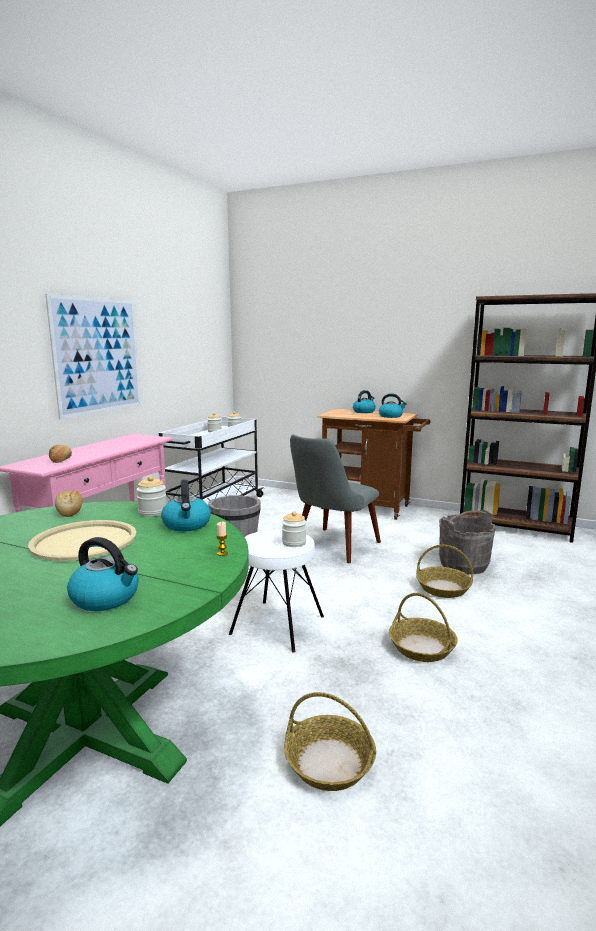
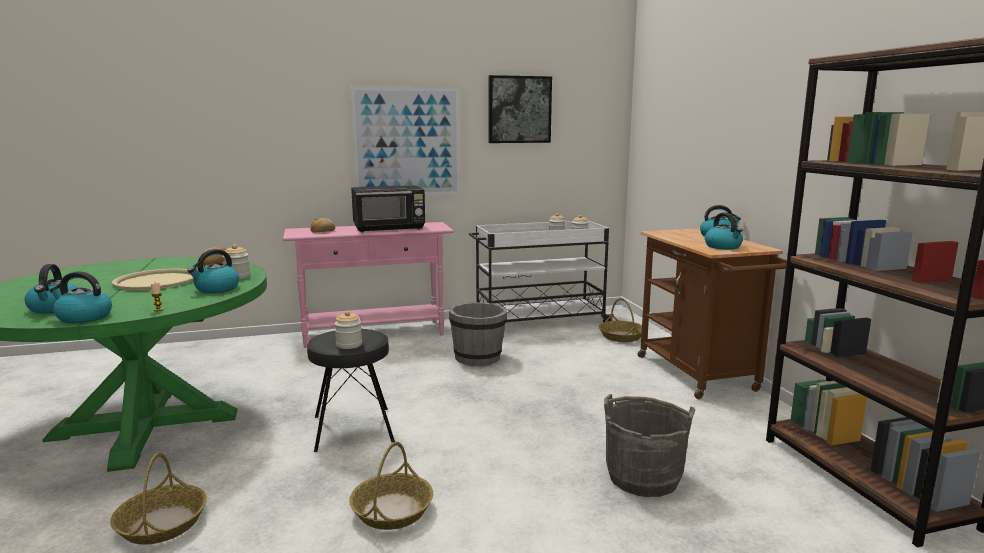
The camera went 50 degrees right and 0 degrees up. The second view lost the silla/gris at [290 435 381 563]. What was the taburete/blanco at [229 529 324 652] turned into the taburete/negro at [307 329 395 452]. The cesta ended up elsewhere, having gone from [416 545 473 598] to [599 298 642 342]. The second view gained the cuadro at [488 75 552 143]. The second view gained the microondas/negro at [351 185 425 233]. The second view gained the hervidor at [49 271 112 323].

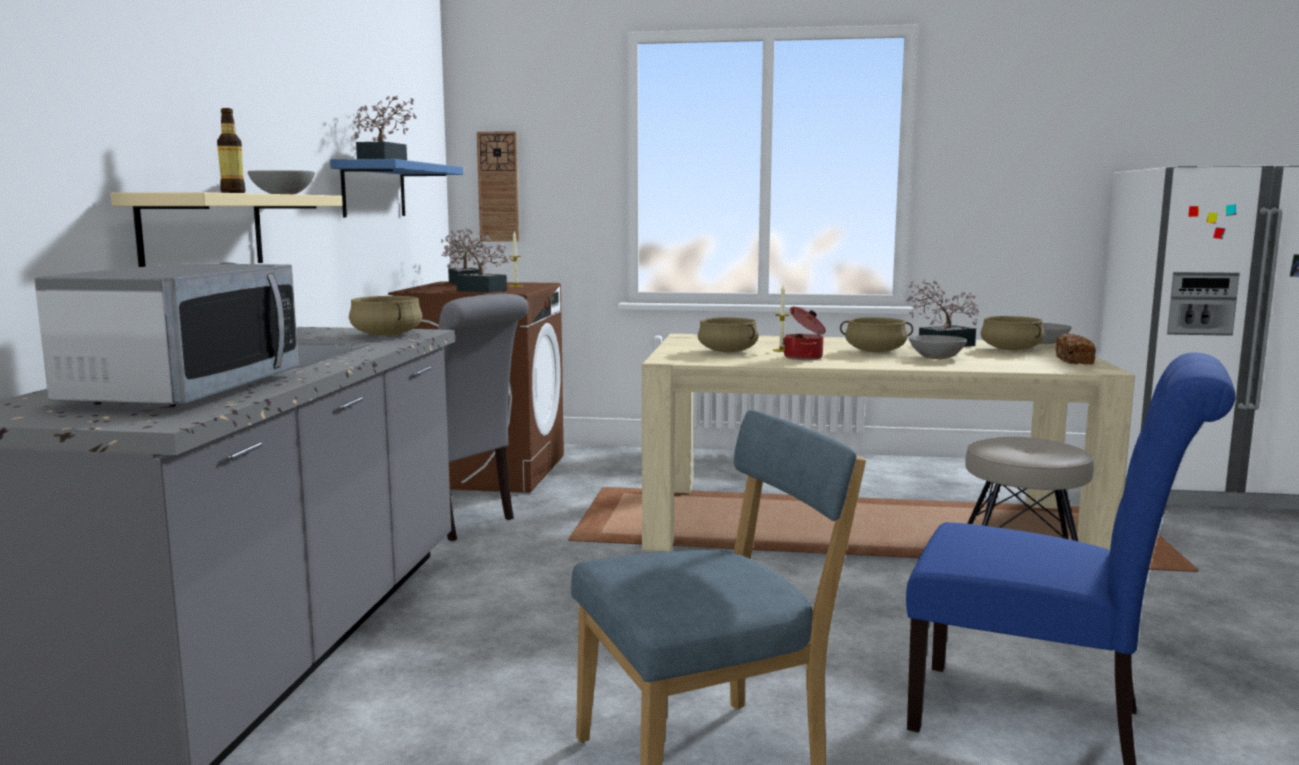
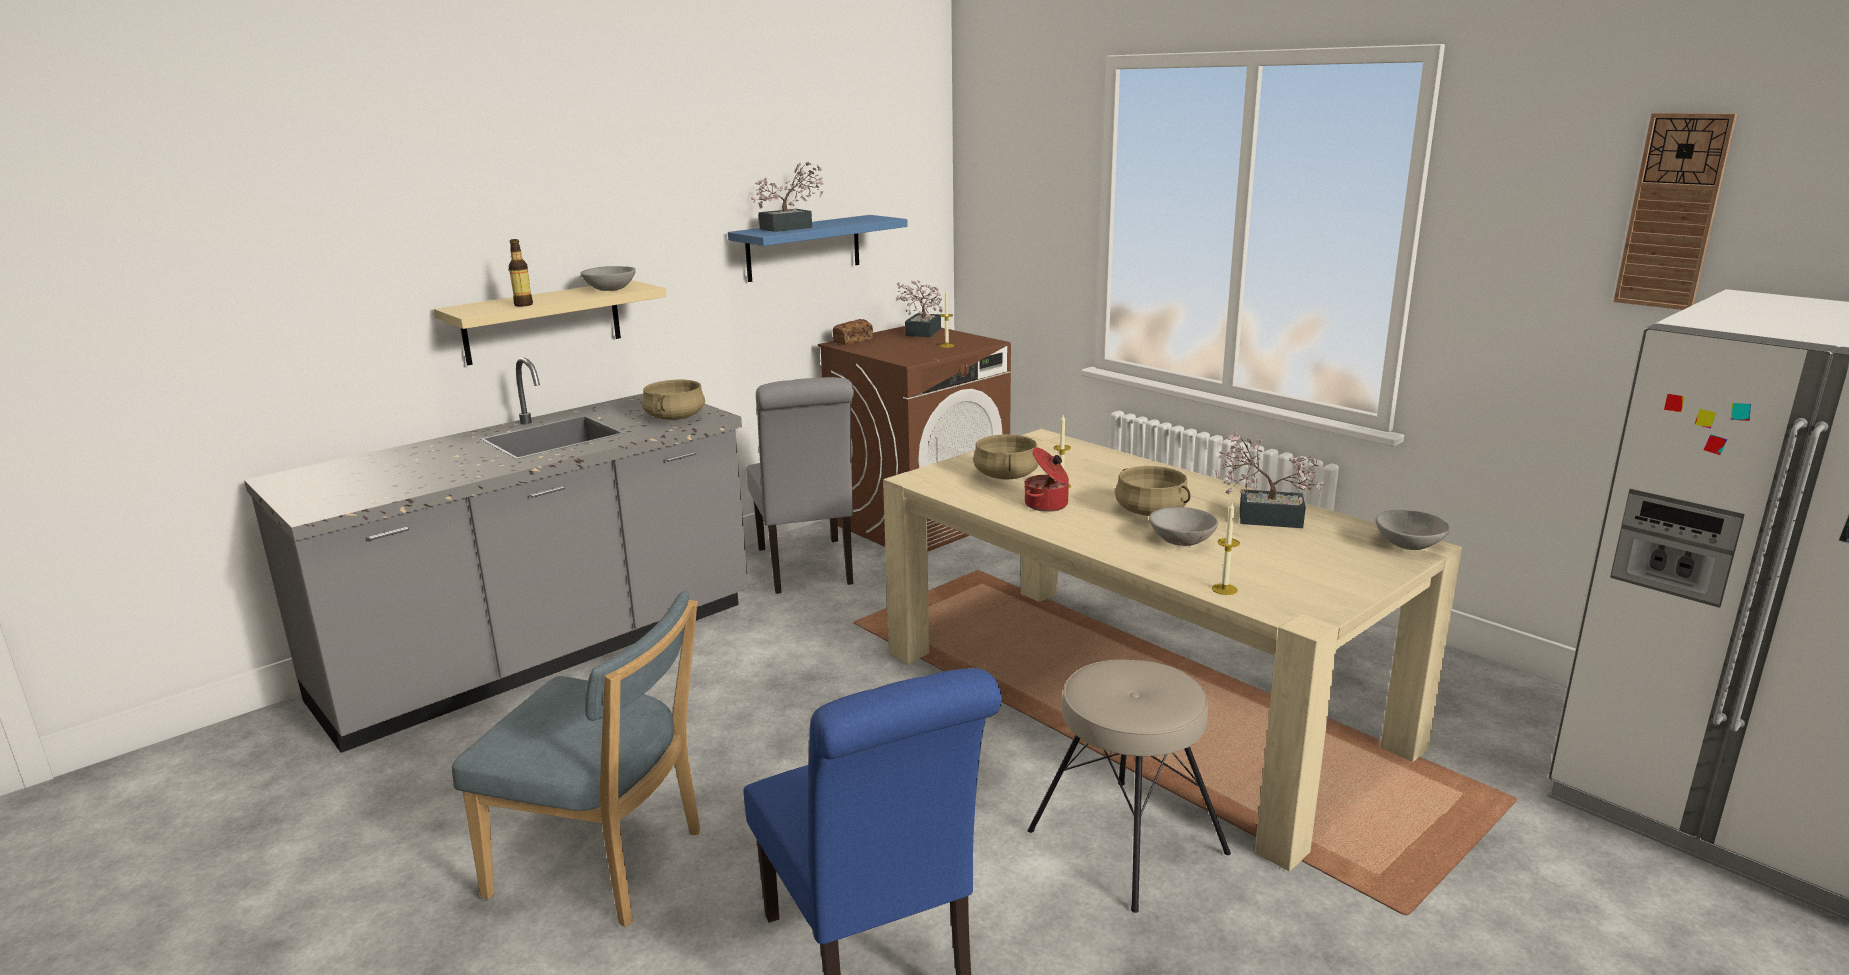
The camera went 40 degrees right and 10 degrees up. The reloj de pared ended up elsewhere, having gone from [477 131 519 242] to [1613 113 1737 310]. The second view lost the planta en maceta at [441 229 515 293]. The second view lost the microondas at [34 264 299 407]. The second view lost the olla/beis at [980 316 1044 350]. The pan ended up elsewhere, having gone from [1056 334 1096 365] to [833 319 873 345]. The second view gained the vela at [1212 503 1240 595].

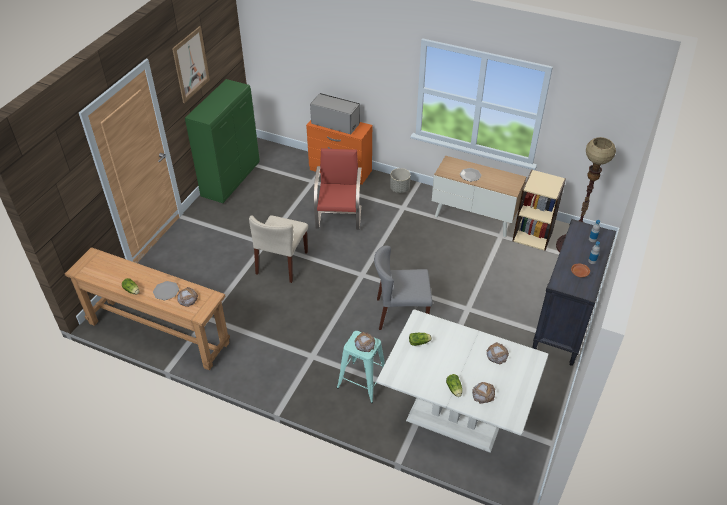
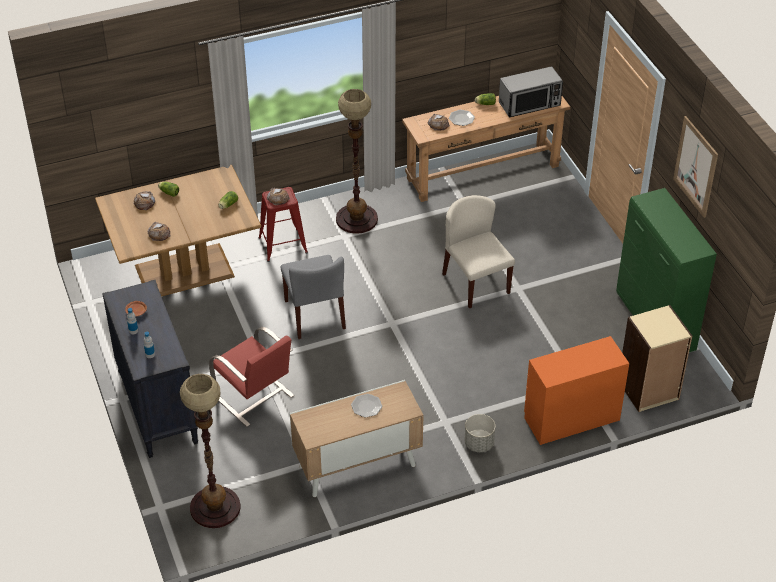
The camera went 135 degrees right and 0 degrees up. The microondas ended up elsewhere, having gone from [310 93 360 134] to [499 66 563 117]. The silla/rojo ended up elsewhere, having gone from [314 148 361 230] to [209 327 295 427]. The estantería/beis ended up elsewhere, having gone from [512 170 566 251] to [622 305 692 412]. The silla/gris at [374 245 432 330] ended up facing another way, 120 degrees clockwise from before. What was the mesa de comedor/blanco at [376 309 548 453] turned into the mesa de comedor/marrón at [95 165 261 297]. What was the taburete/turquesa at [337 331 385 403] turned into the taburete/rojo at [259 187 308 262]. The second view gained the lámpara de pie at [336 89 378 234].

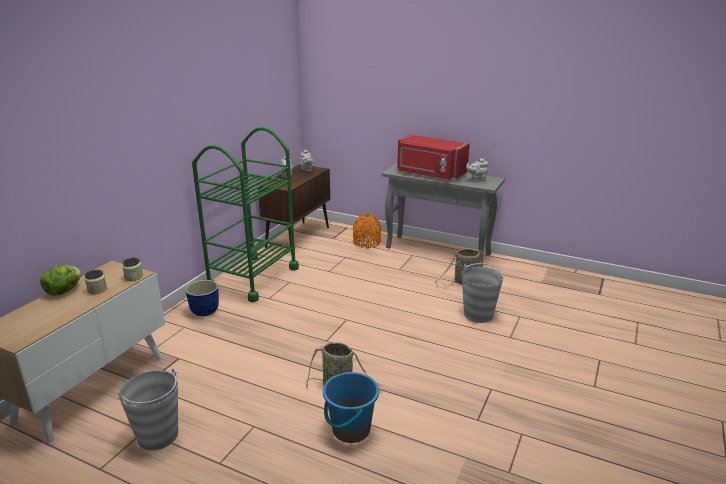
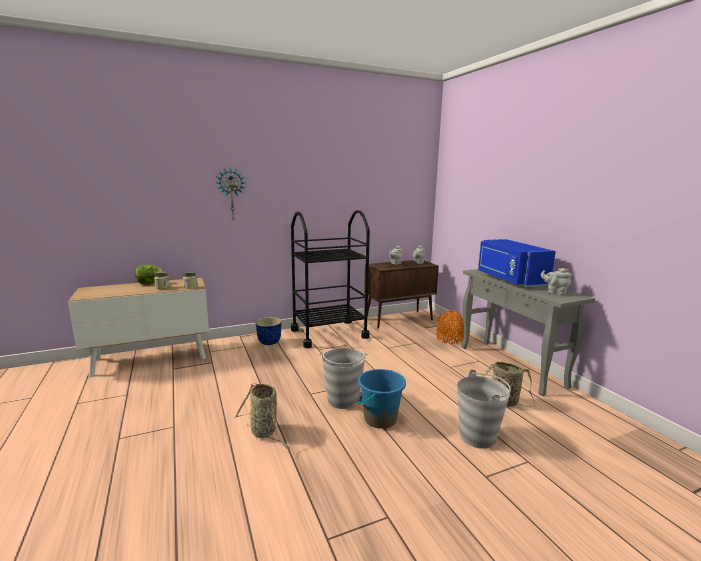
The camera went 40 degrees right and 10 degrees down. What was the carrito/verde at [192 127 299 302] turned into the carrito/negro at [291 210 370 348]. What was the microondas/rojo at [397 135 470 181] turned into the microondas/azul at [478 239 556 287]. The cubo/gris ended up elsewhere, having gone from [117 369 178 451] to [320 348 368 409]. The cubo/azul ended up elsewhere, having gone from [323 371 379 443] to [357 369 406 429]. The second view gained the reloj de pared at [216 168 245 222].

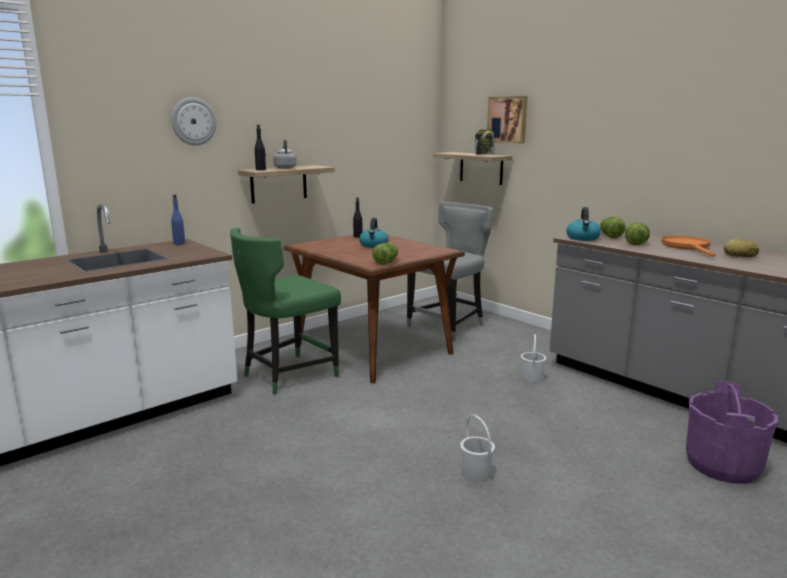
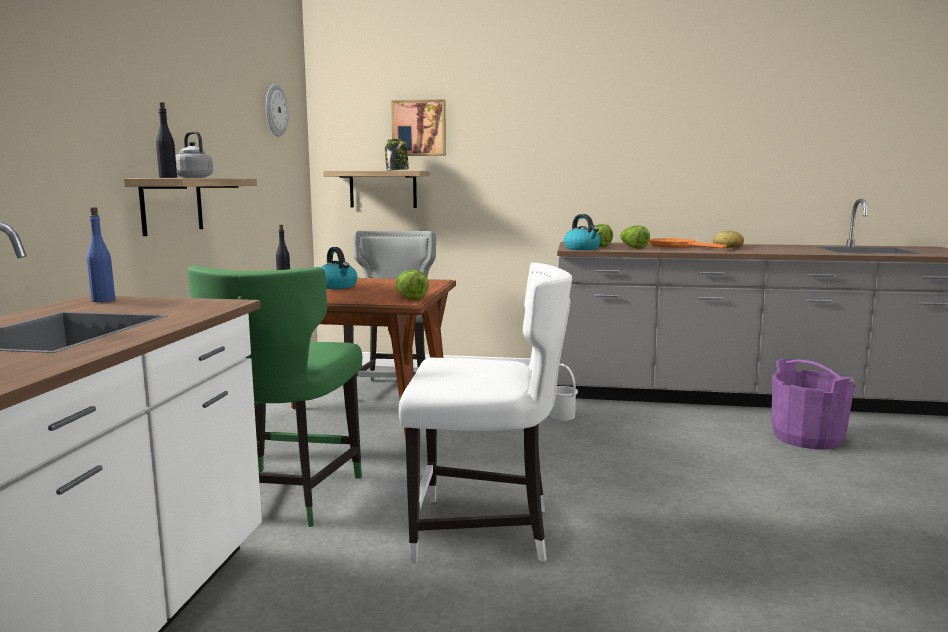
The camera went 40 degrees left and 5 degrees down. The reloj de pared ended up elsewhere, having gone from [171 97 216 146] to [266 84 289 136]. The second view lost the cubo/blanco at [460 415 495 482]. The second view gained the silla/blanco at [399 263 572 564].

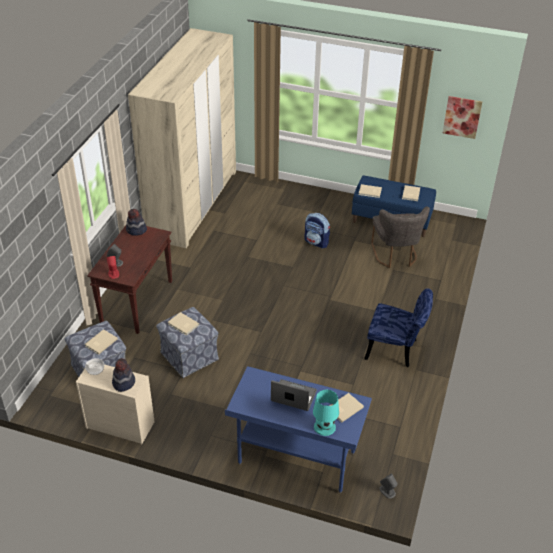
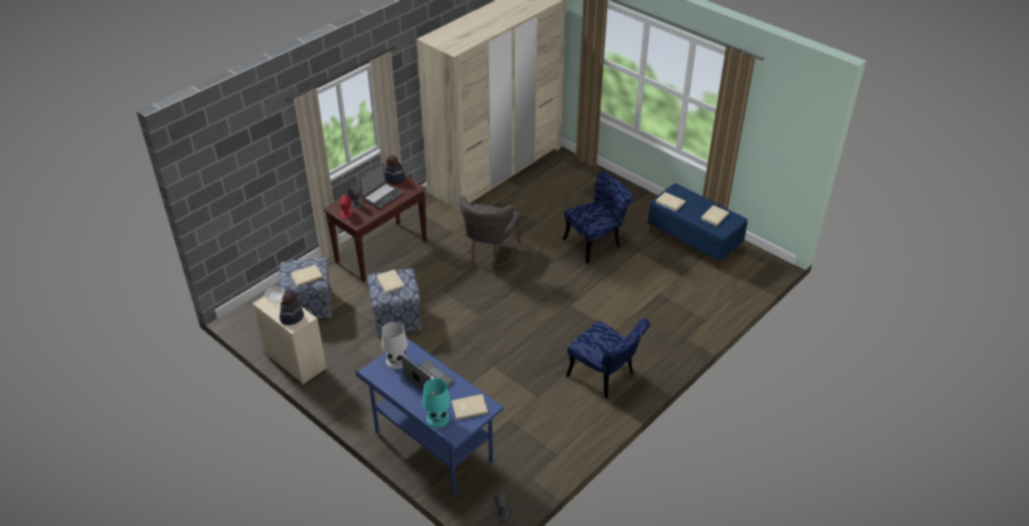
The camera went 25 degrees right and 0 degrees up. The second view lost the cuadro at [443 96 482 139]. The silla/gris ended up elsewhere, having gone from [371 207 430 268] to [459 196 521 268]. Where the mochila stood at [304 213 330 248], the silla/azul came to stand at [563 171 634 264]. The second view gained the portátil at [359 163 403 209]. The second view gained the lámpara de mesa/blanco at [382 322 408 369].

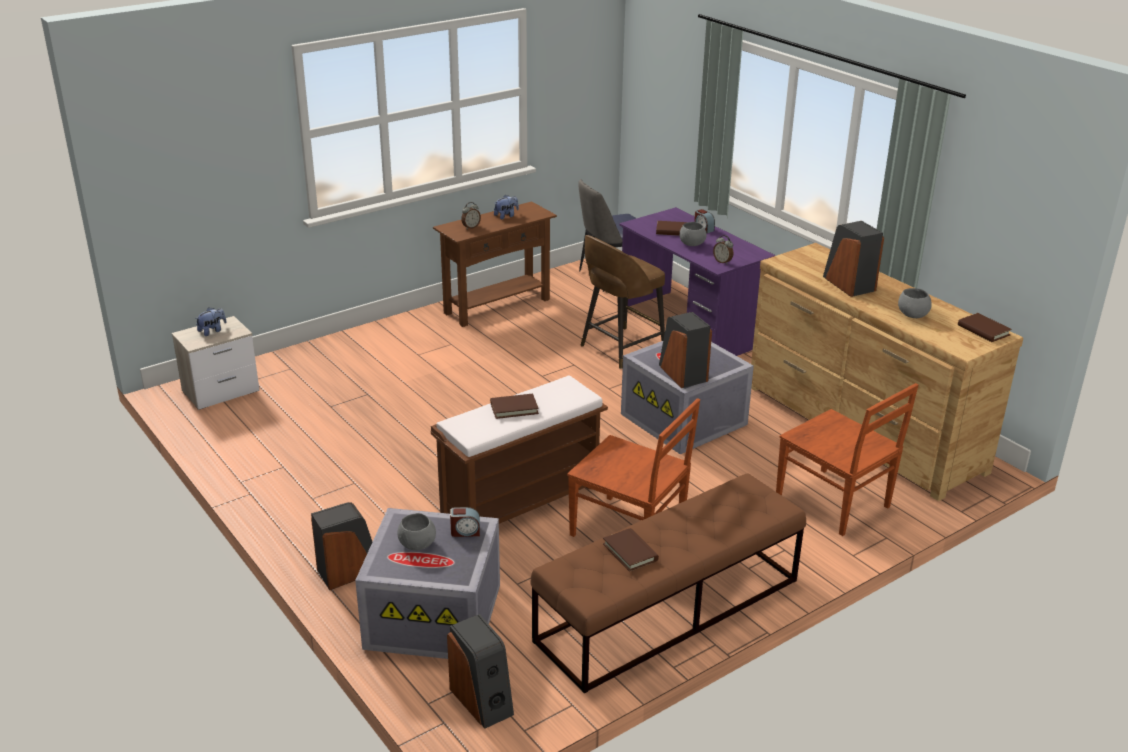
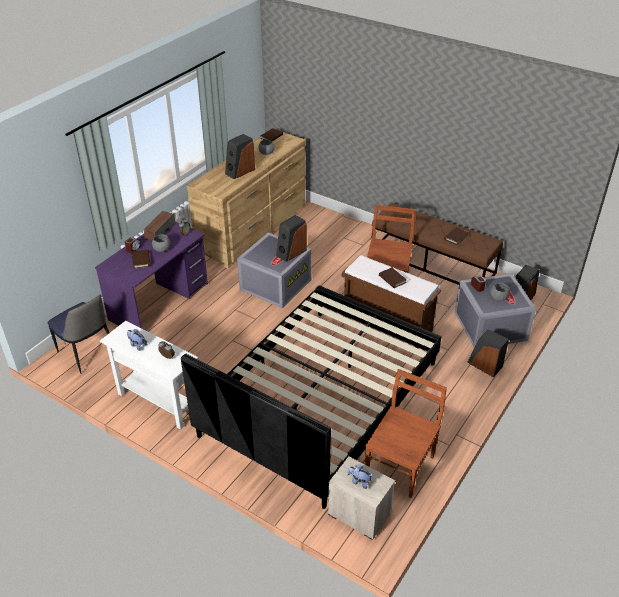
The camera went 110 degrees left and 10 degrees up. What was the mesa consola/marrón at [433 201 557 327] turned into the mesa consola/blanco at [100 321 198 430]. The second view lost the taburete/marrón at [580 235 665 369]. The silla/marrón ended up elsewhere, having gone from [776 383 919 536] to [365 369 447 498]. The second view gained the altavoz at [143 211 175 241]. The second view gained the cama/negro at [181 285 441 509].

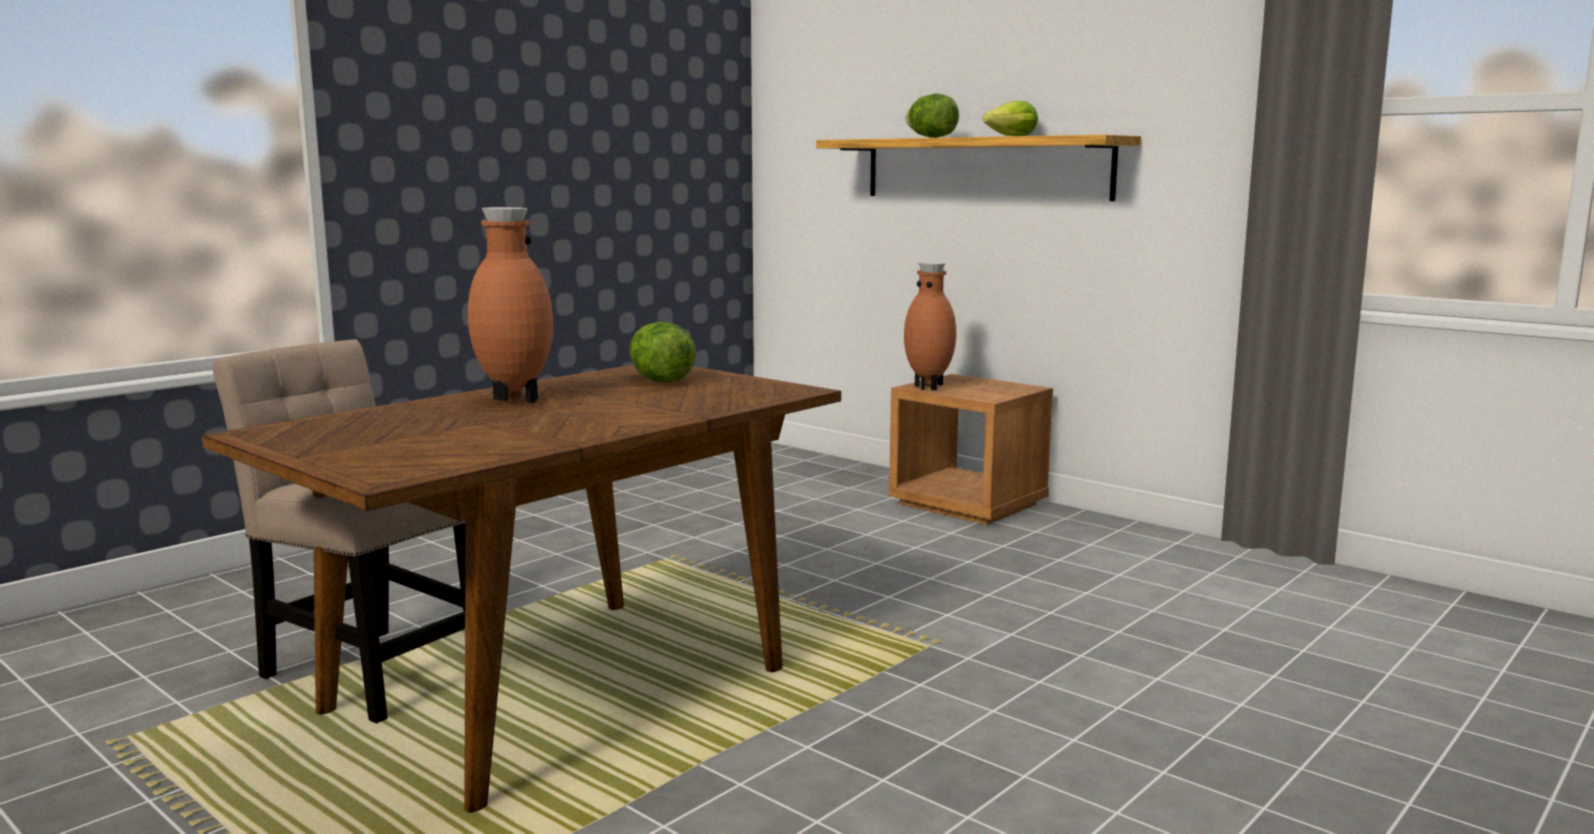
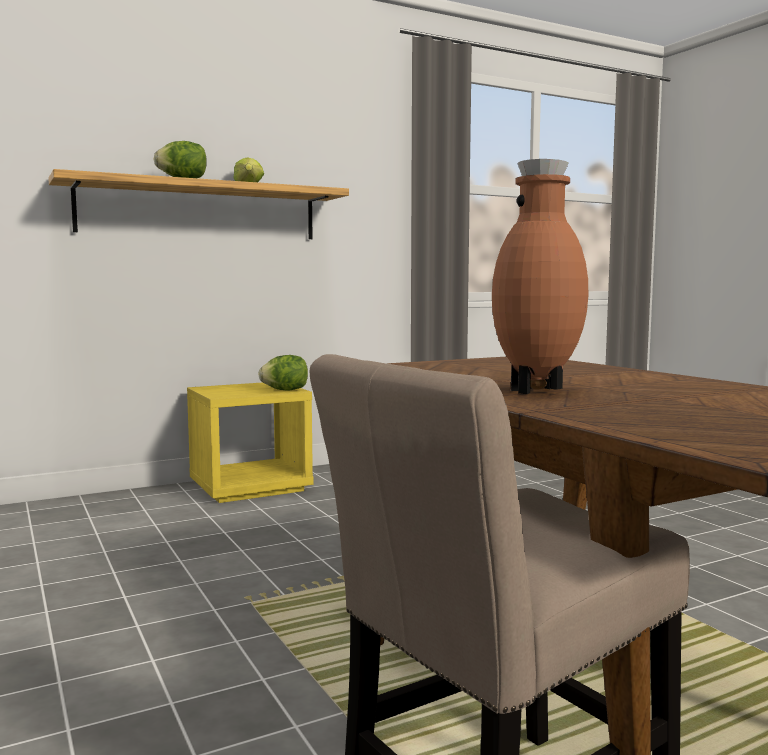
The camera went 70 degrees left and 5 degrees down. The second view lost the florero/marrón at [904 262 956 390]. The lechuga ended up elsewhere, having gone from [629 322 696 383] to [258 355 308 391]. What was the mesita de noche/marrón at [889 374 1053 525] turned into the mesita de noche/amarillo at [187 382 314 503].

